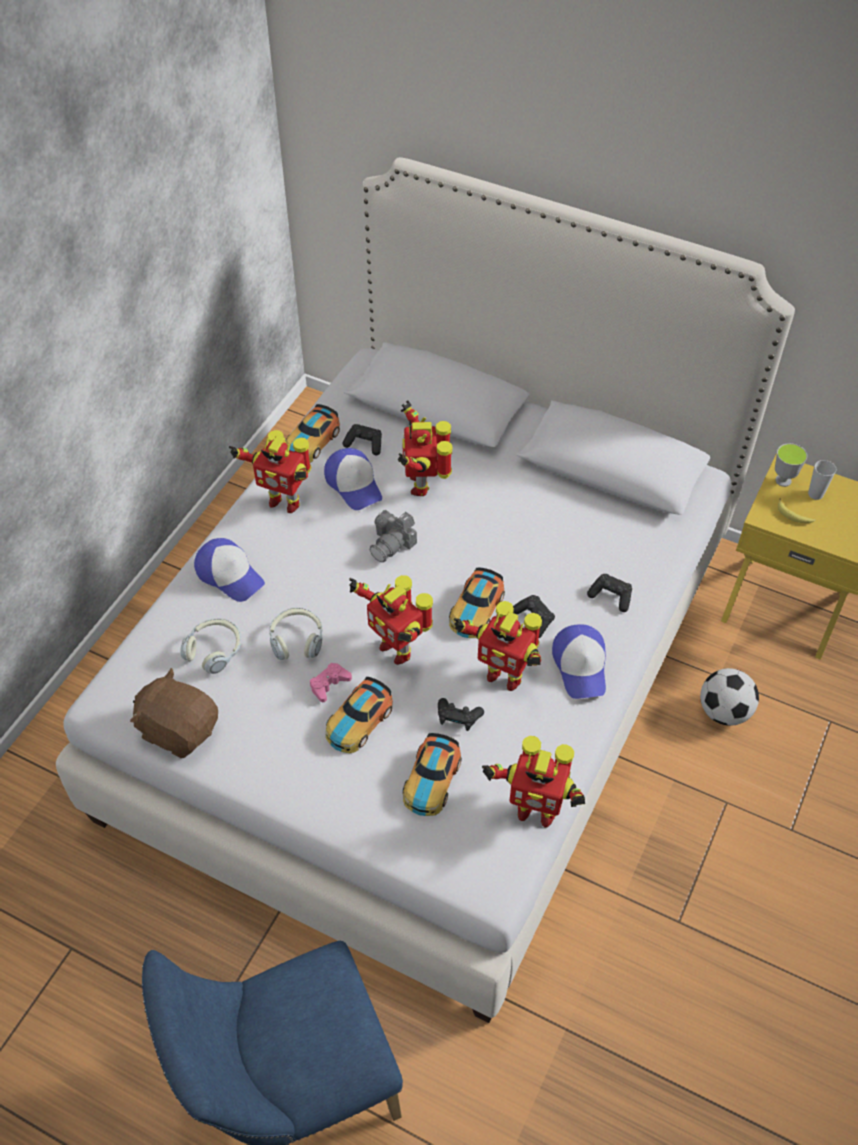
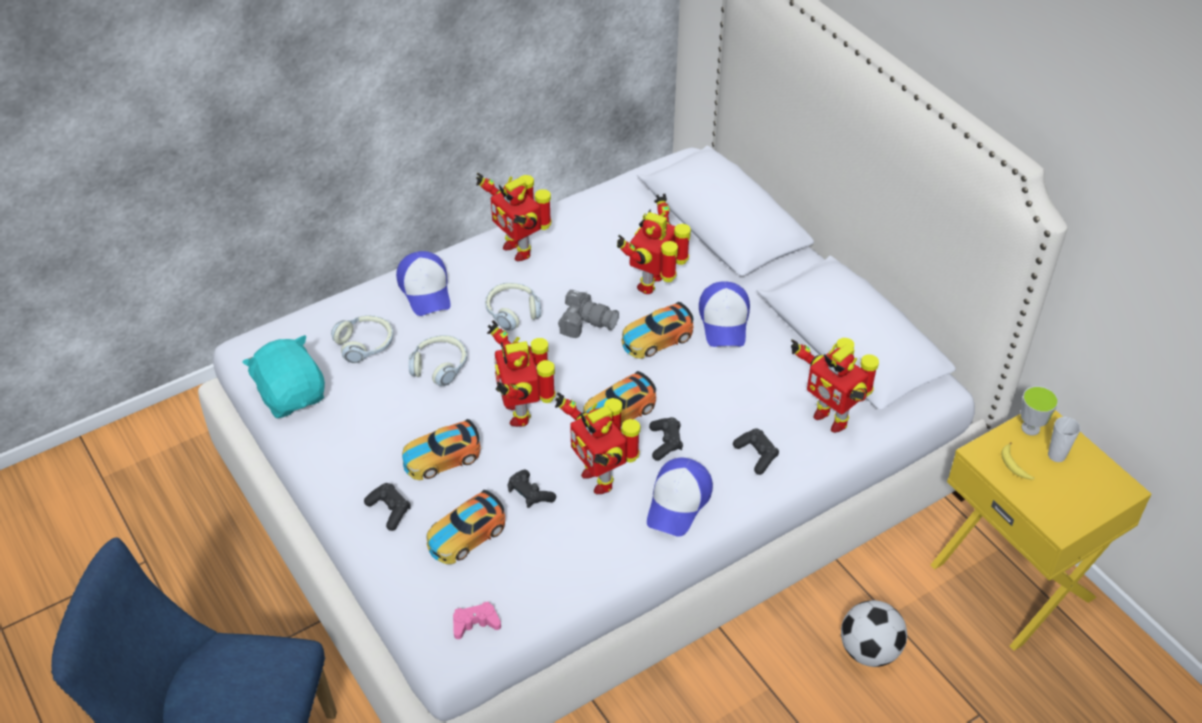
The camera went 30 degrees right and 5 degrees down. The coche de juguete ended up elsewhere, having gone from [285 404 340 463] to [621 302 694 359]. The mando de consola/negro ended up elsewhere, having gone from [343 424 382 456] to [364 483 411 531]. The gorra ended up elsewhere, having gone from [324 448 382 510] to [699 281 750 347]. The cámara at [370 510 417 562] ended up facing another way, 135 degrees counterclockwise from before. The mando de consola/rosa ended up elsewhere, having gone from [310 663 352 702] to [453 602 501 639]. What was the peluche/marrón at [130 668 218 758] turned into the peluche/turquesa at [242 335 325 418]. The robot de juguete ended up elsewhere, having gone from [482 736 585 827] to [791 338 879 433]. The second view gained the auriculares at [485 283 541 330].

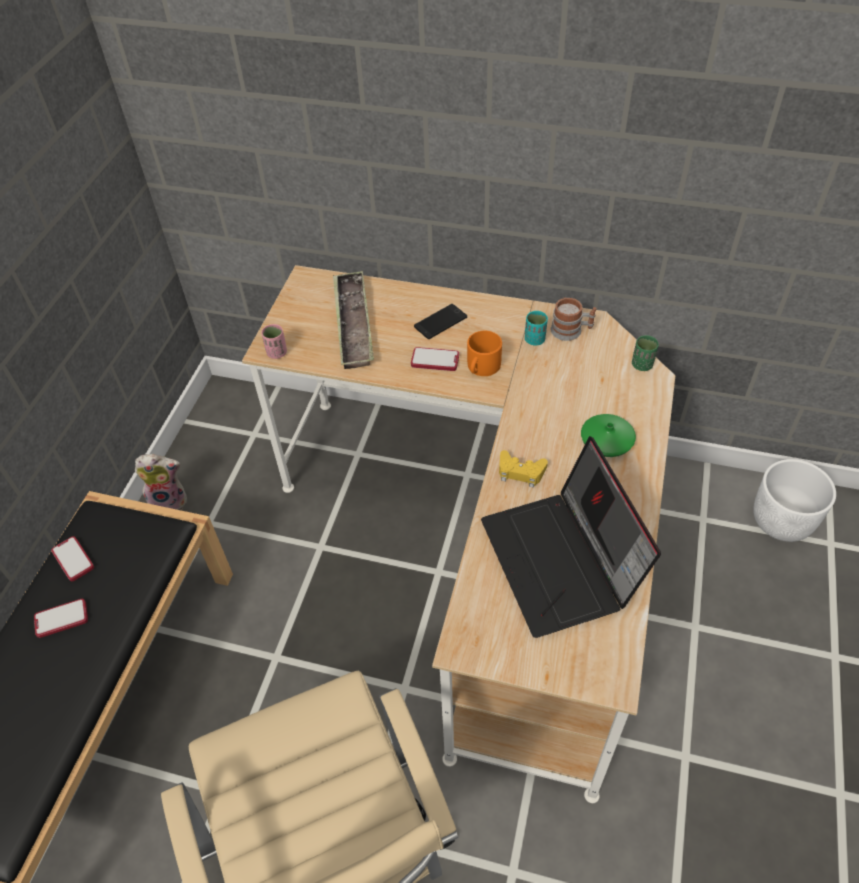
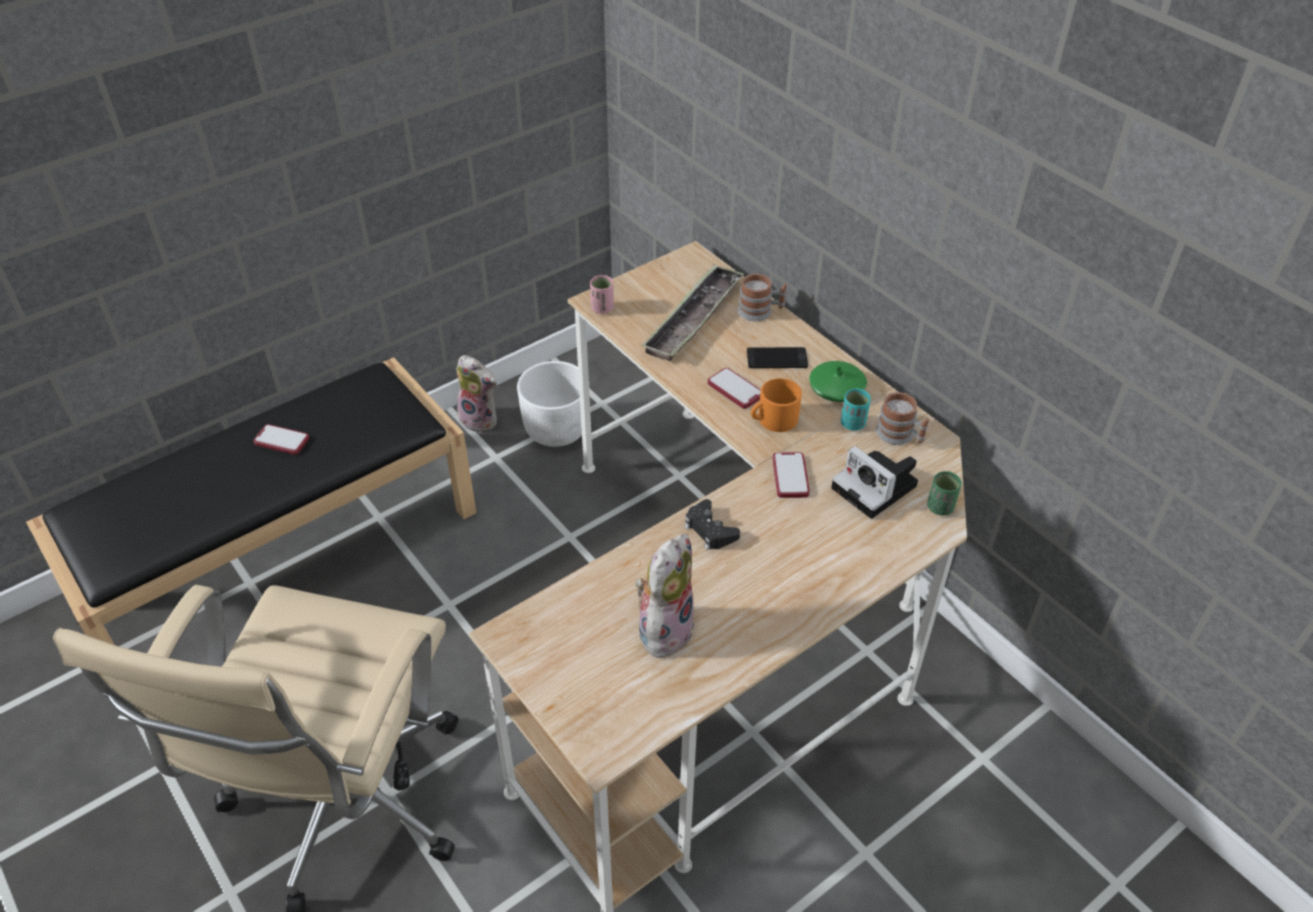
The camera went 35 degrees right and 5 degrees down. The florero/verde ended up elsewhere, having gone from [581 414 636 457] to [809 361 867 402]. Where the portátil stood at [481 436 661 638], the peluche came to stand at [635 534 695 659]. What was the mando de consola/amarillo at [499 450 548 488] turned into the mando de consola/negro at [685 499 740 550]. The maceta/blanco ended up elsewhere, having gone from [753 459 836 542] to [517 361 582 447]. The móvil ended up elsewhere, having gone from [51 536 94 581] to [772 452 810 498]. The second view gained the taza grande at [738 273 787 321]. The second view gained the cámara at [831 446 918 519].

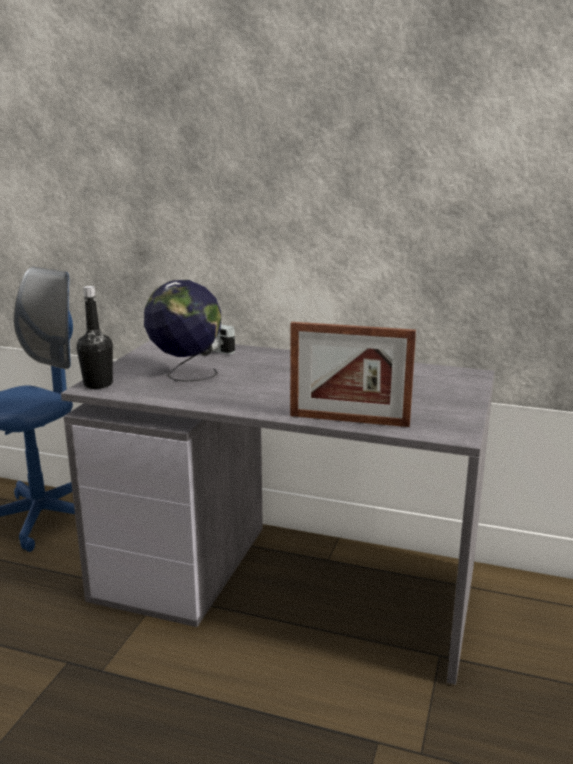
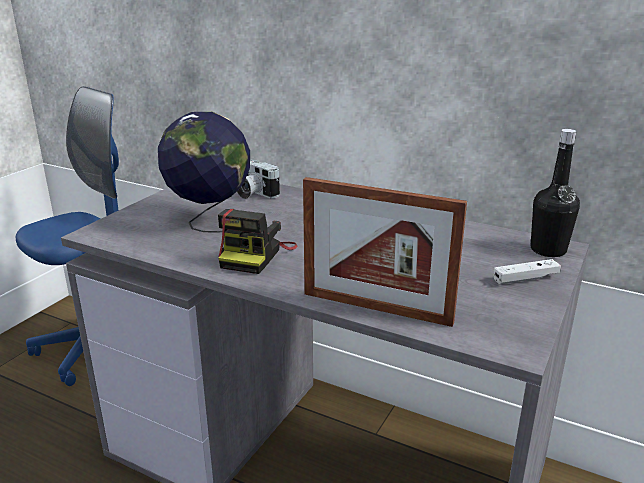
The camera went 10 degrees right and 5 degrees up. The botella/negro ended up elsewhere, having gone from [77 286 113 389] to [531 129 580 257]. The second view gained the cámara at [218 209 298 274]. The second view gained the mando de consola/blanco at [493 259 561 284].

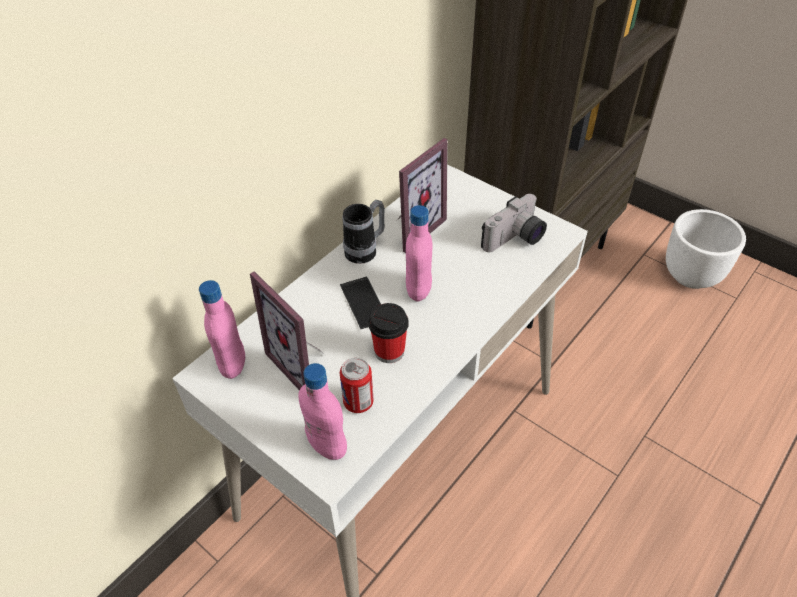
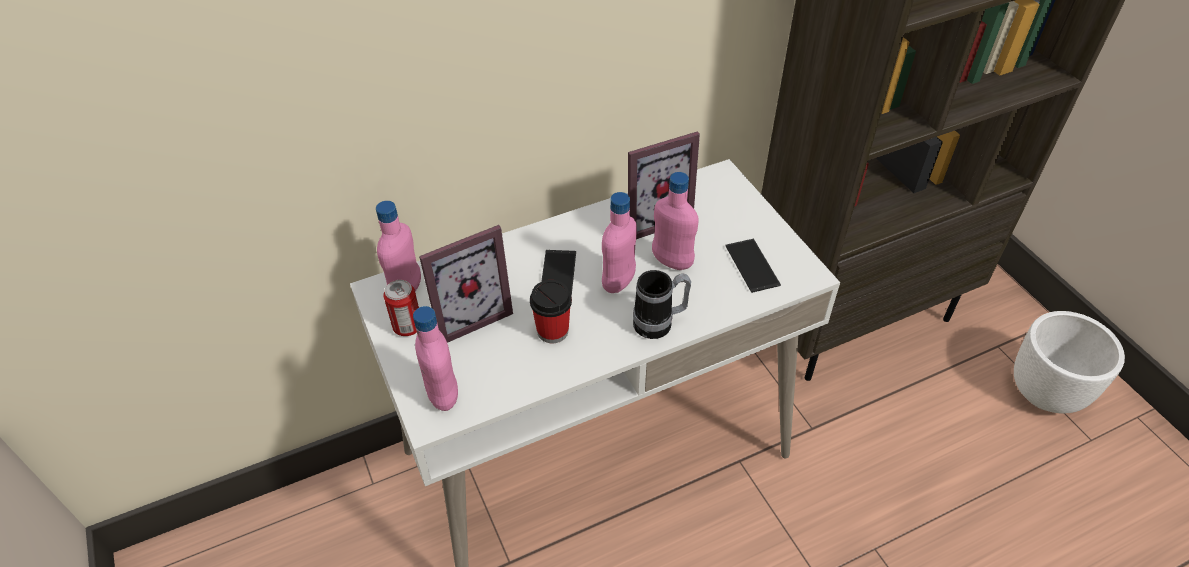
The camera went 25 degrees right and 0 degrees up. Where the cámara stood at [481 194 547 252], the móvil came to stand at [725 239 781 293]. The taza grande ended up elsewhere, having gone from [342 200 385 264] to [633 270 691 339]. The portarretratos at [250 271 325 390] ended up facing another way, 105 degrees counterclockwise from before. The lata ended up elsewhere, having gone from [340 358 374 413] to [383 280 419 336]. The second view gained the botella/rosa at [652 172 699 270].

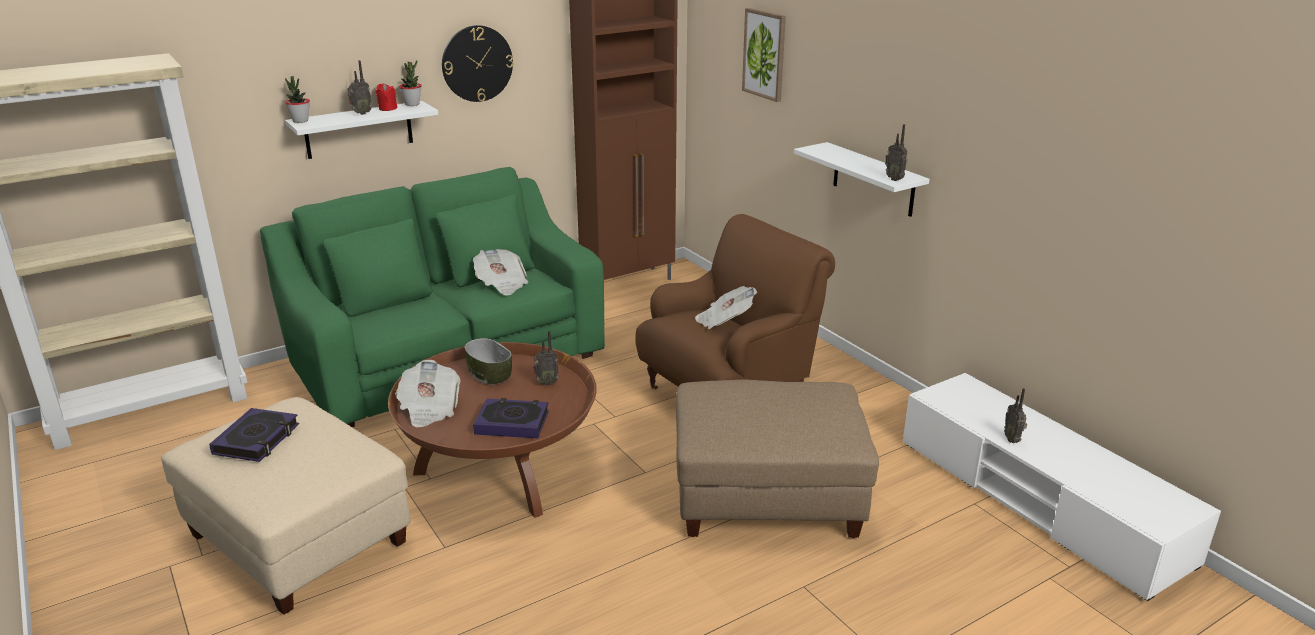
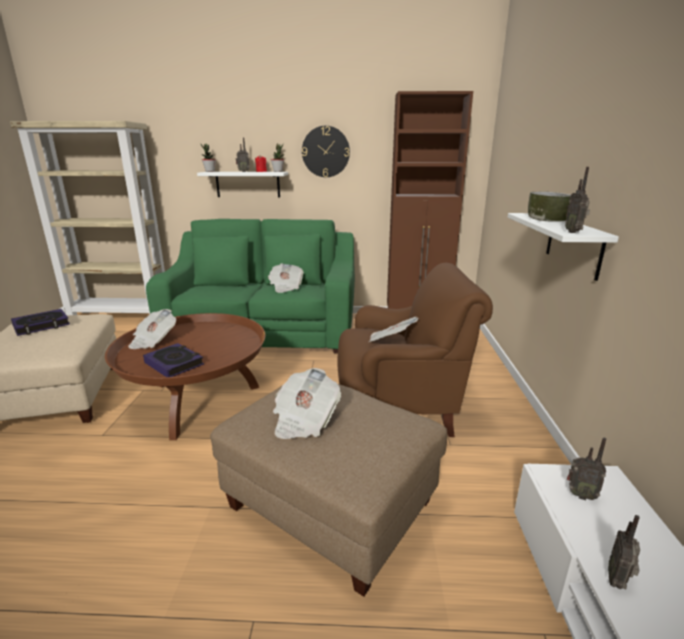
The camera went 35 degrees right and 5 degrees down. The second view lost the cuadro at [742 8 786 102]. The radio ended up elsewhere, having gone from [533 330 559 386] to [567 438 606 500]. The cuenco ended up elsewhere, having gone from [464 338 512 385] to [528 192 571 222]. The second view gained the periódico at [273 368 341 439].

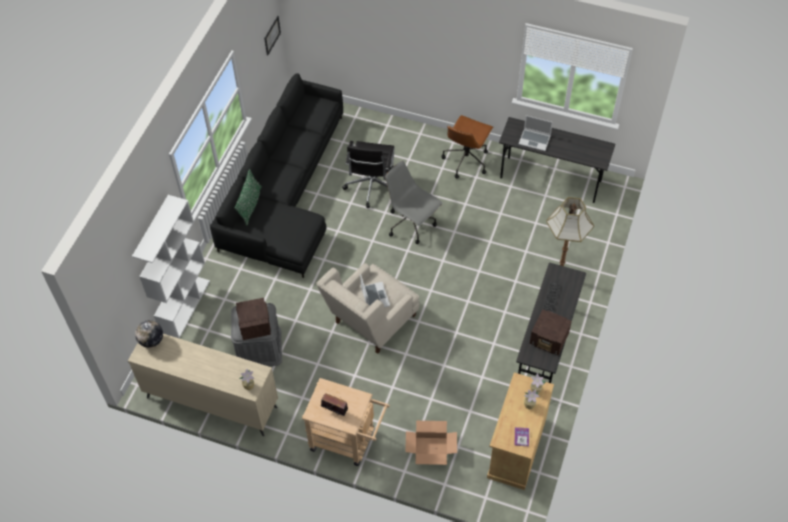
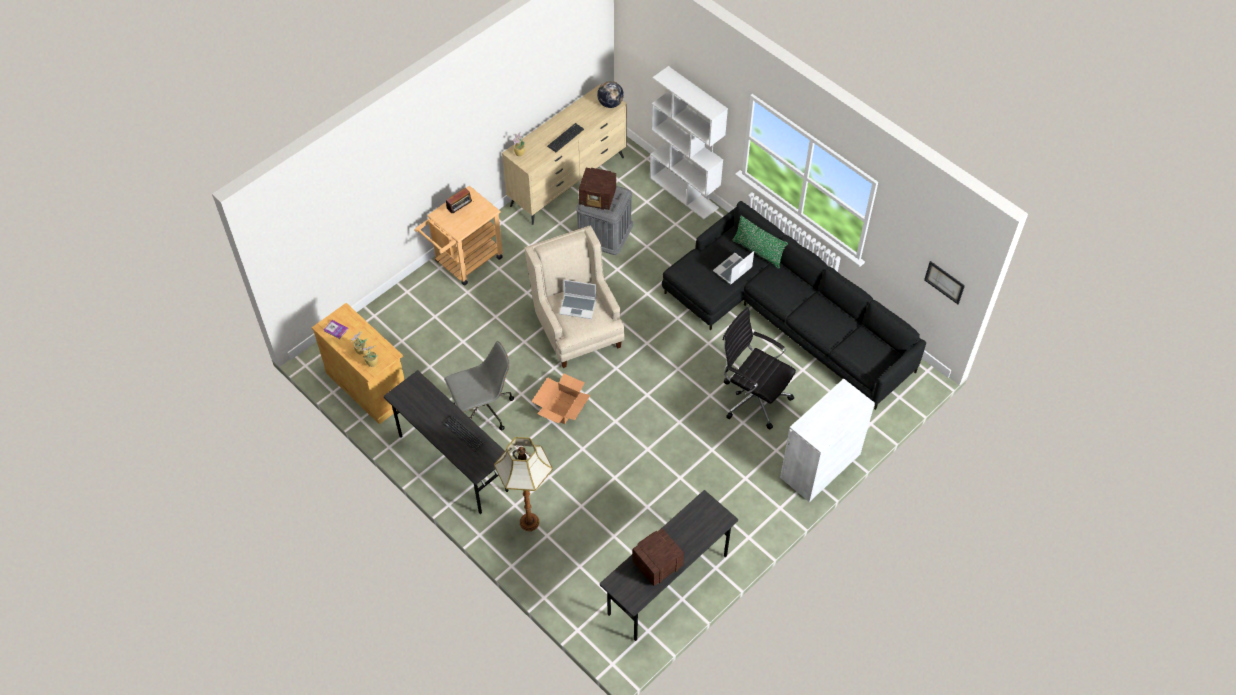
The camera went 115 degrees right and 0 degrees up. The second view lost the silla de oficina/marrón at [442 115 493 179]. The portátil ended up elsewhere, having gone from [519 115 553 151] to [713 251 754 285]. The silla de oficina/gris ended up elsewhere, having gone from [385 161 443 244] to [444 341 514 430]. The radio ended up elsewhere, having gone from [530 310 572 355] to [632 528 684 586]. The caja de cartón ended up elsewhere, having gone from [405 421 457 465] to [531 374 590 424]. The second view gained the teclado at [547 123 584 152]. The second view gained the armario/blanco at [780 379 875 502].

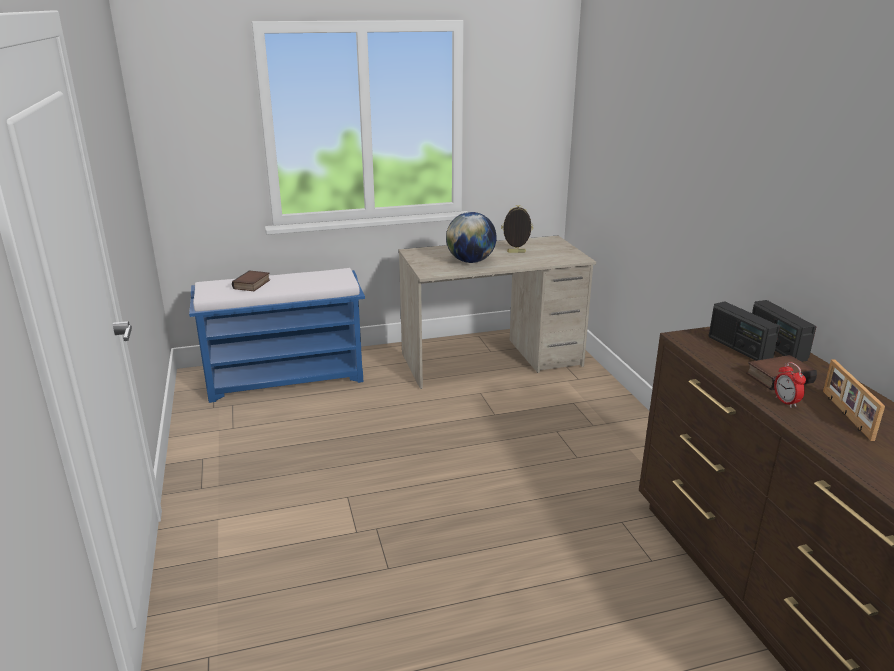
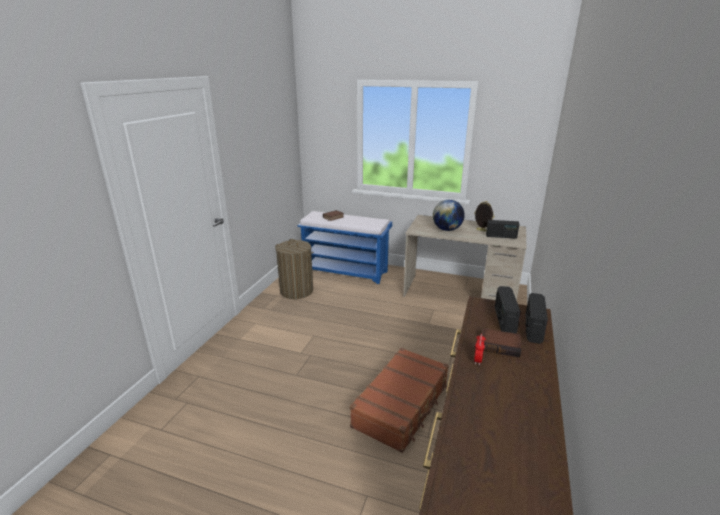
The camera went 35 degrees right and 0 degrees up. The second view lost the portarretratos at [823 359 885 441]. The second view gained the radio at [486 220 519 239]. The second view gained the cesto de la ropa at [275 239 313 299]. The second view gained the maleta/marrón at [350 348 449 453].

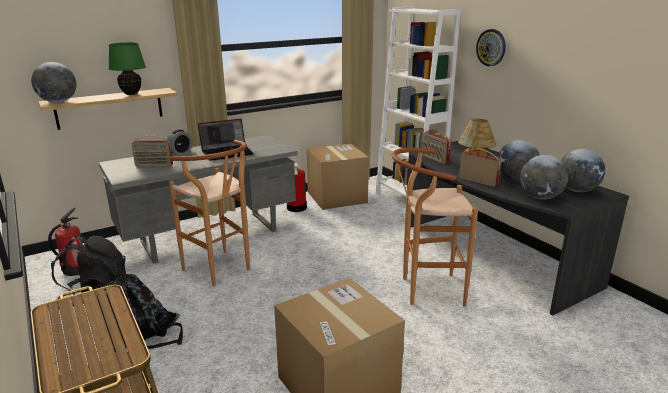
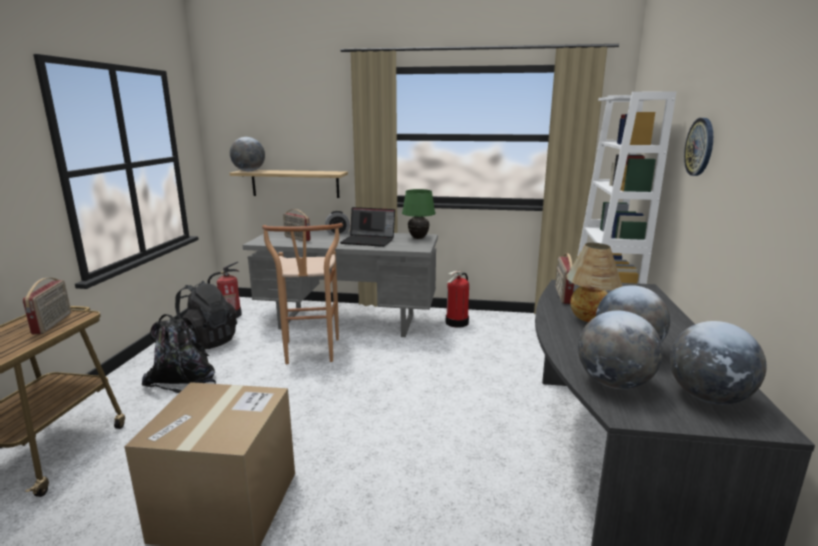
The camera went 40 degrees right and 5 degrees down. The lámpara de mesa/verde ended up elsewhere, having gone from [109 42 146 95] to [402 189 436 239]. The second view lost the caja de cartón at [307 143 369 210]. The second view lost the taburete/marrón at [391 148 478 307]. The radio ended up elsewhere, having gone from [459 149 501 187] to [23 278 71 334].

